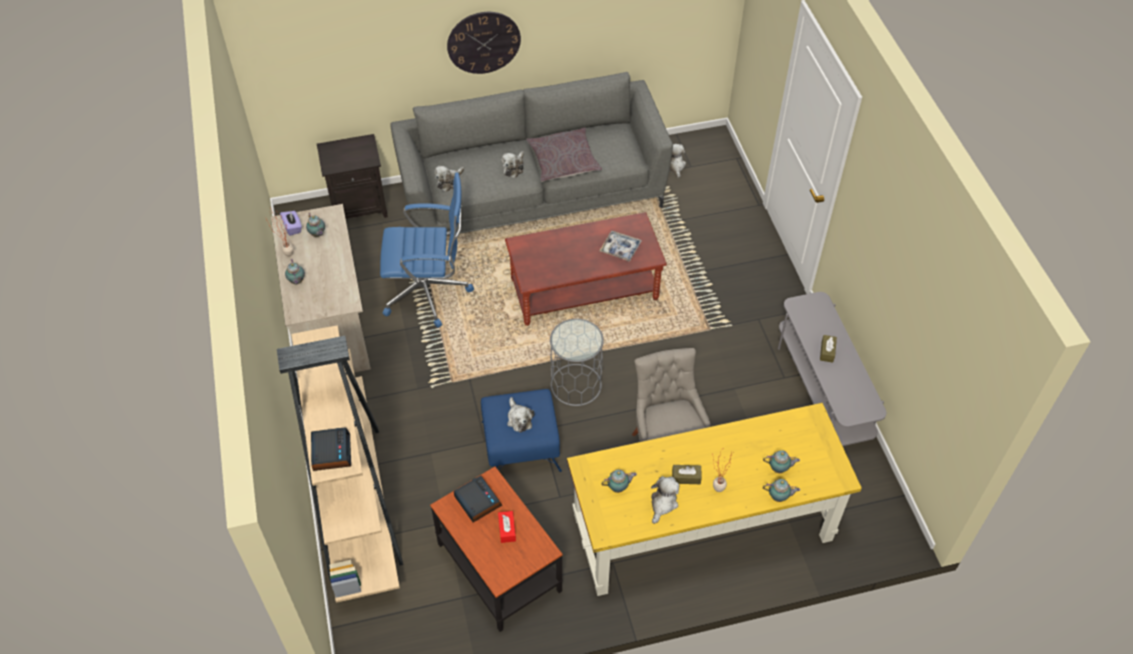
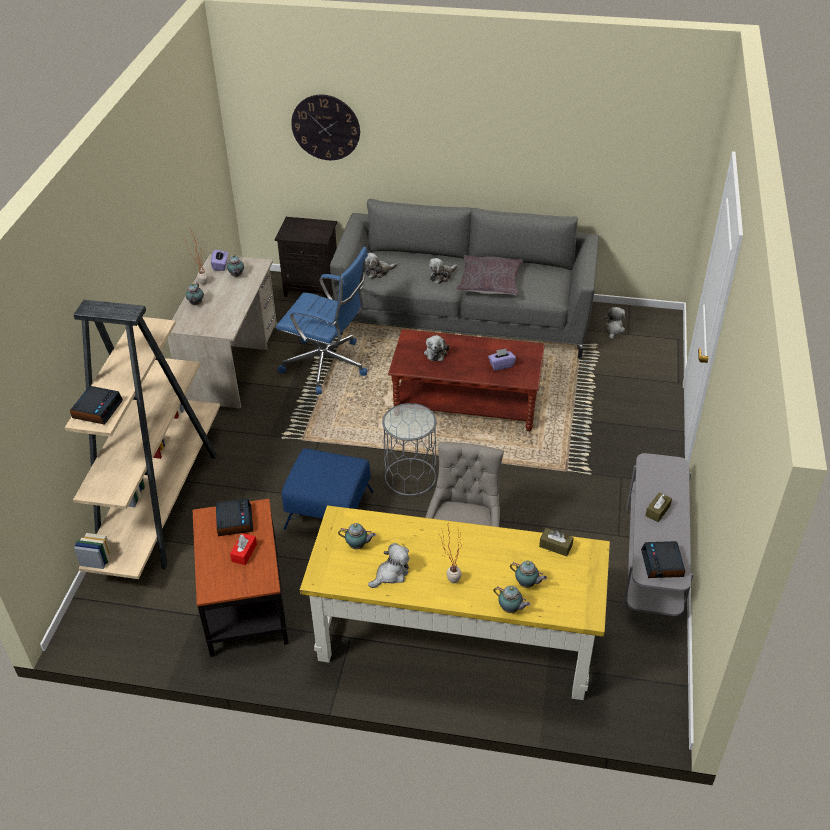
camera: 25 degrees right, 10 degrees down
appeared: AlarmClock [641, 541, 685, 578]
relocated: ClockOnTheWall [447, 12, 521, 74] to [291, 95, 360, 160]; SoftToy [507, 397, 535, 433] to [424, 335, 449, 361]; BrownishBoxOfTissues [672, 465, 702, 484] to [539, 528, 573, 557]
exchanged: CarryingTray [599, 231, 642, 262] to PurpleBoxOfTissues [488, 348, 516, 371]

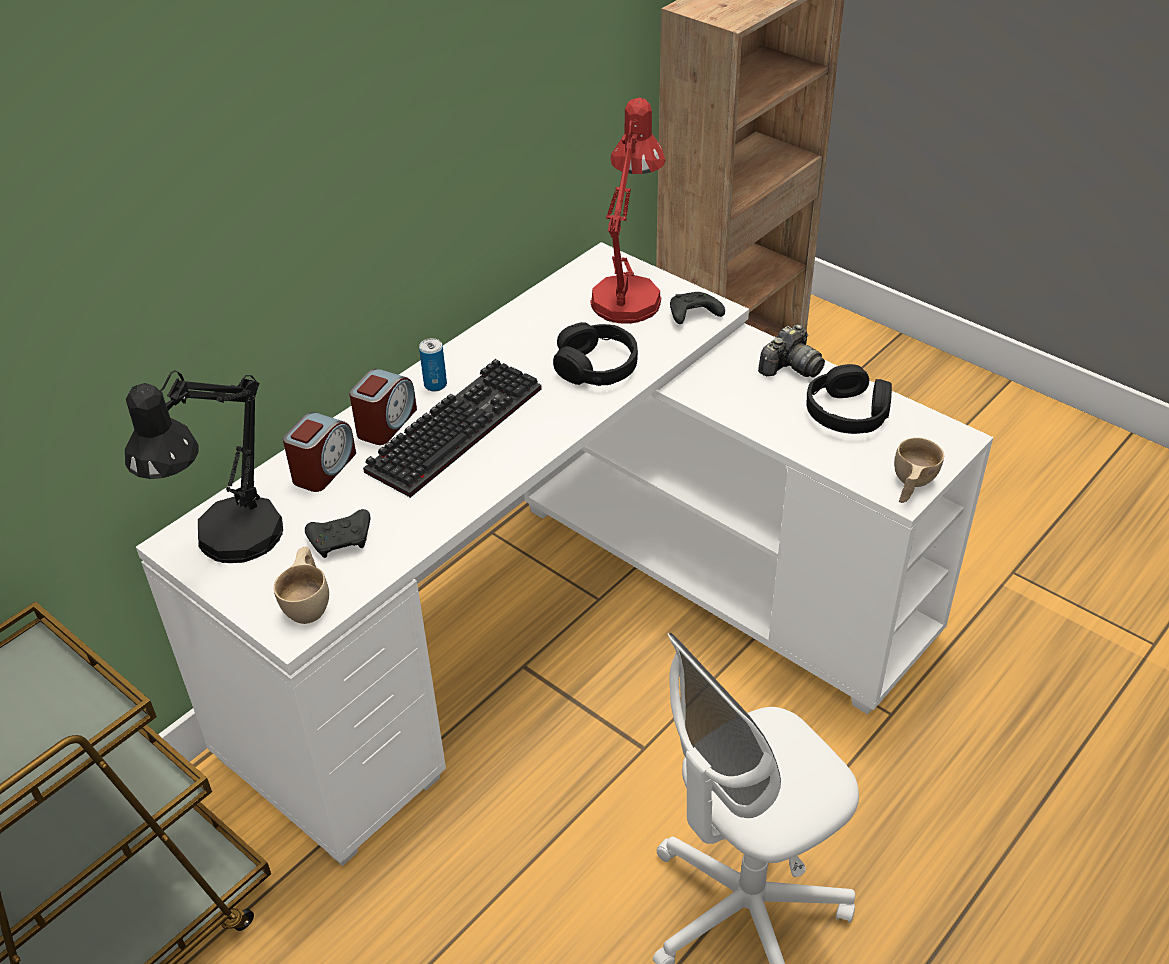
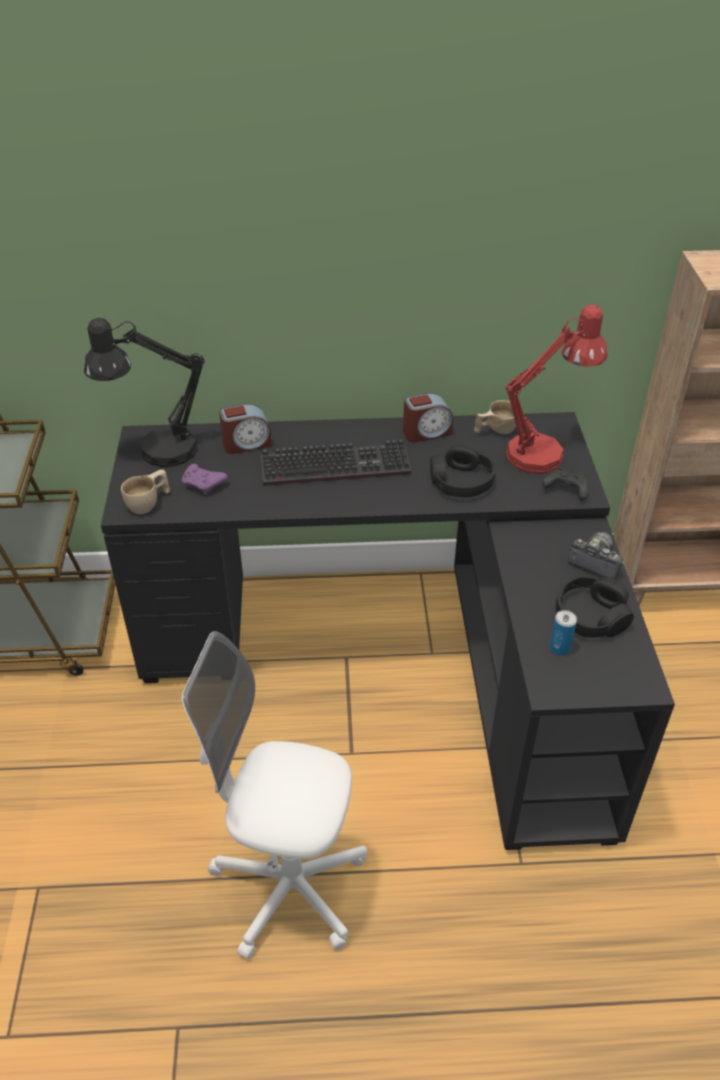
camera: 45 degrees right, 0 degrees up
relocated: AlarmClock [349, 369, 417, 445] to [403, 393, 453, 442]; BeigeCup [894, 437, 944, 503] to [474, 400, 516, 434]; MetalCan [419, 338, 447, 391] to [549, 610, 577, 655]
colour: WhitishDeskUnit [136, 242, 993, 866] to BlackishDeskUnit [101, 412, 675, 850]; BlackishJoypad [305, 509, 370, 558] to PurpleJoypad [182, 464, 228, 494]
spun: StillCamera [758, 324, 825, 378] = [568, 532, 624, 580] 150 degrees counterclockwise

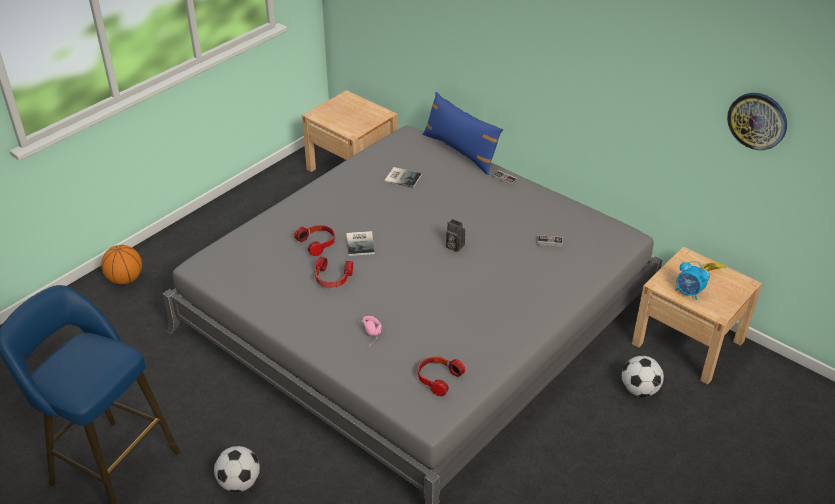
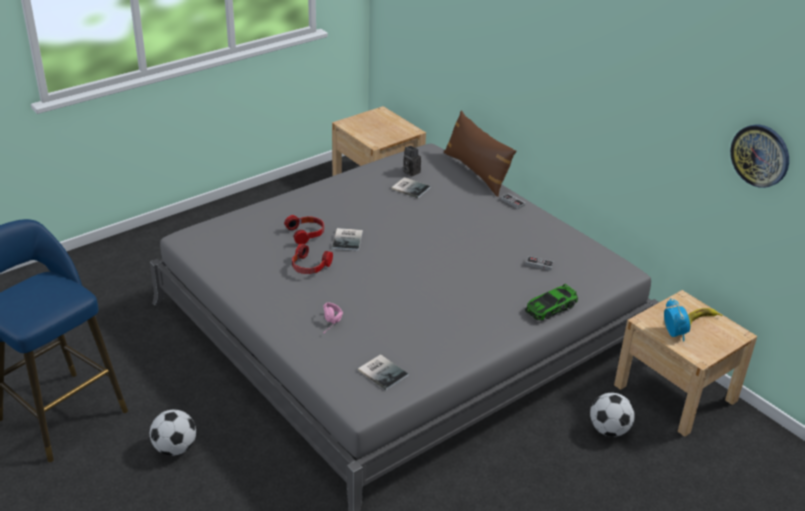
camera: 10 degrees right, 5 degrees down
missing: BasketballBall [101, 245, 142, 284]
appeared: MiniatureCar [525, 284, 578, 321]
relocated: StillCamera [446, 219, 465, 252] to [403, 146, 421, 176]
exchanged: Headset [418, 356, 465, 396] to Book [358, 354, 408, 390]
colour: BluishPillow [423, 92, 503, 175] to BrownishPillow [444, 111, 516, 197]
spun: AlarmClock [675, 261, 710, 300] = [664, 298, 690, 341] 150 degrees counterclockwise

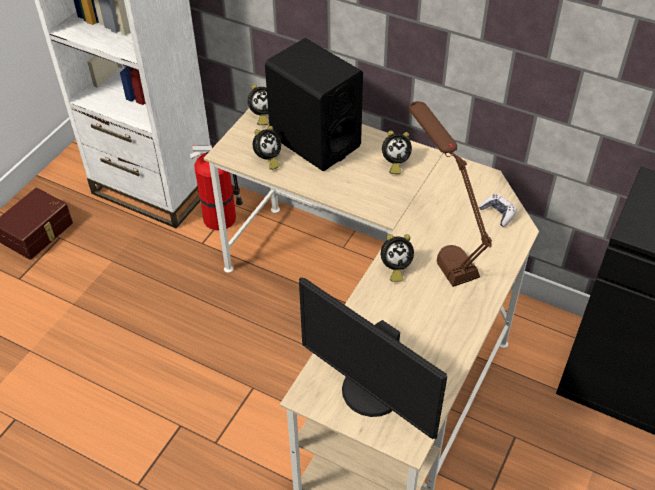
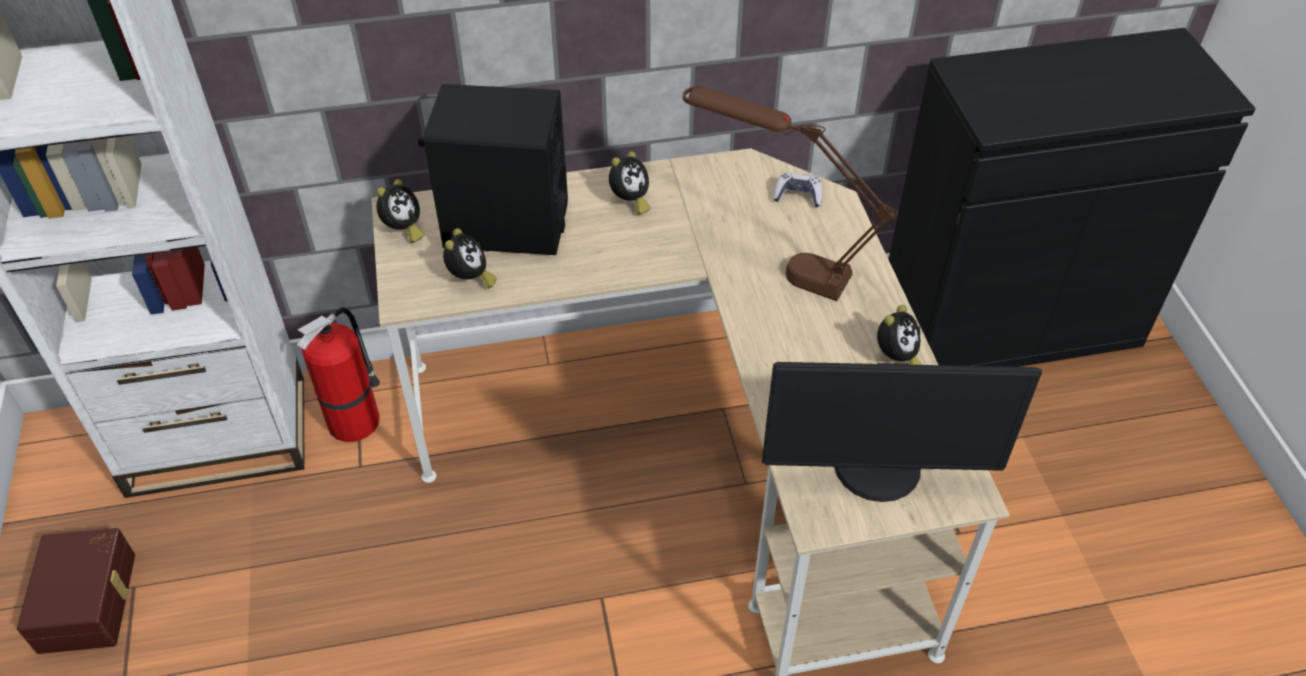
camera: 40 degrees left, 0 degrees up
relocated: AlarmClock [381, 234, 414, 282] to [877, 305, 922, 365]

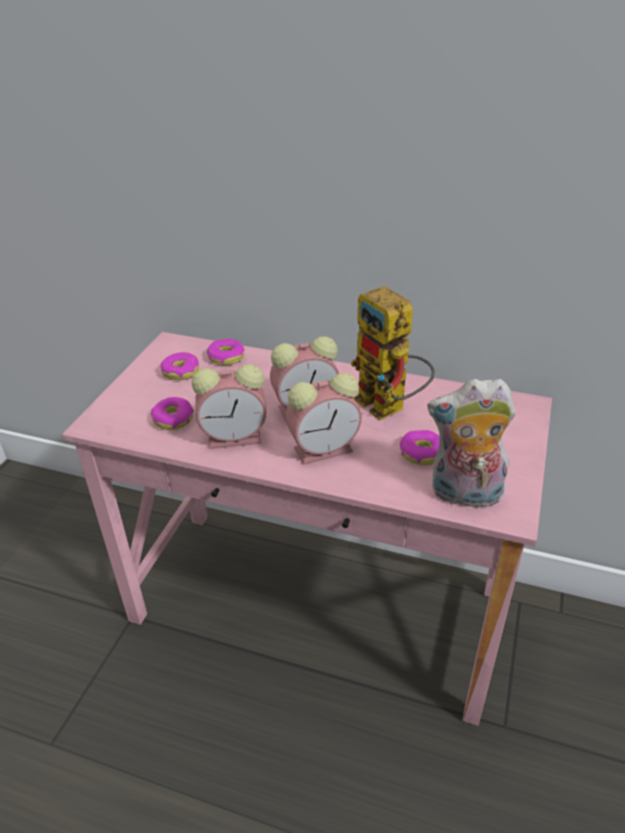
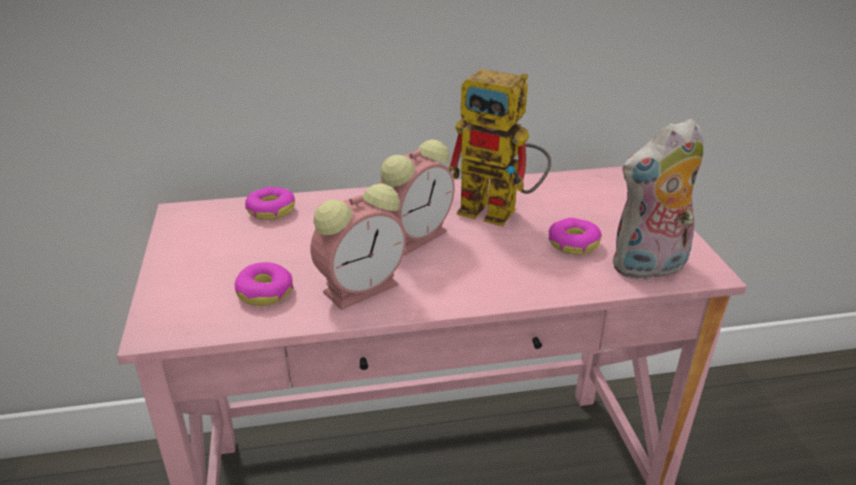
camera: 30 degrees left, 5 degrees down
missing: Doughnut [160, 352, 199, 380]; AlarmClock [285, 373, 362, 465]

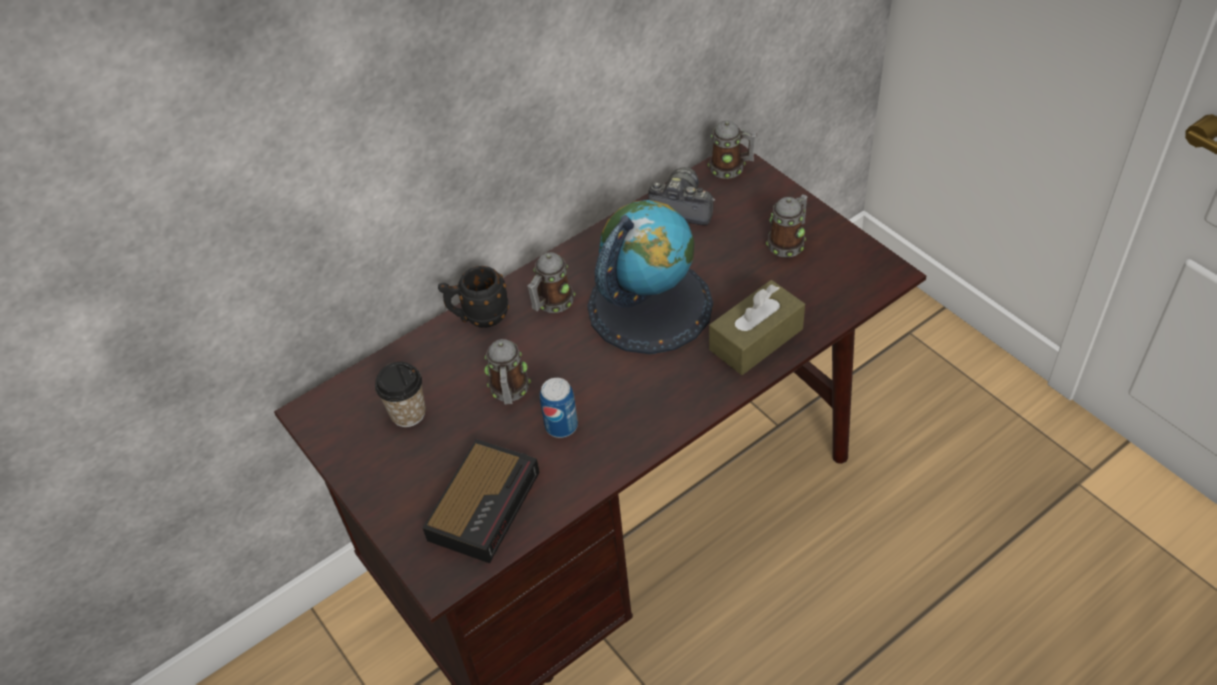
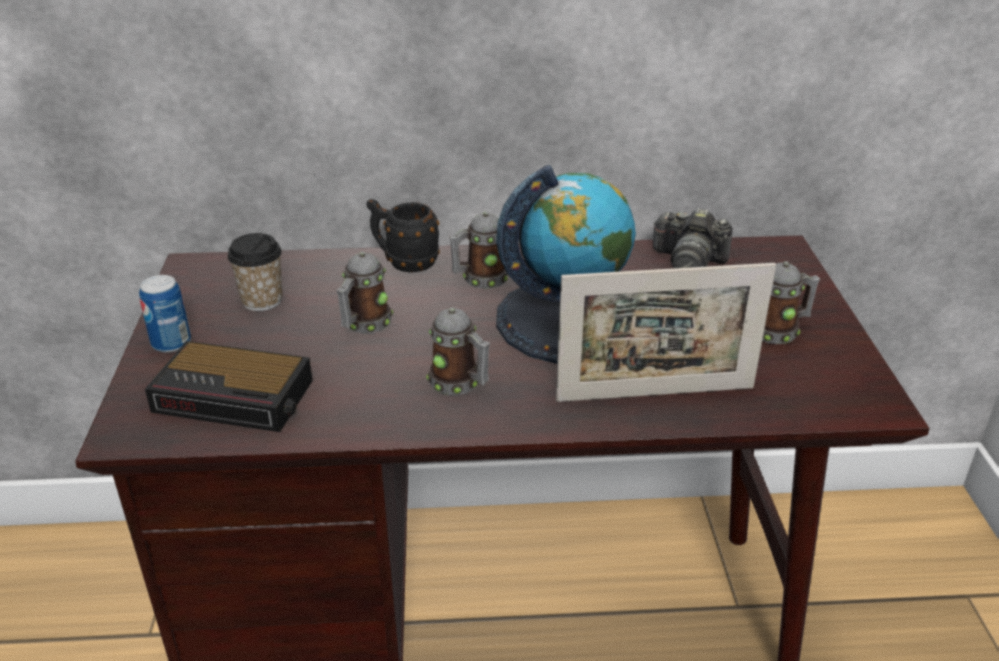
camera: 30 degrees right, 15 degrees down
relocated: MetalCan [540, 378, 578, 438] to [139, 275, 191, 353]; TeaMug [708, 121, 757, 179] to [426, 307, 490, 395]
exchanged: BrownishBoxOfTissues [709, 280, 805, 375] to PhotoFrame [556, 263, 776, 402]
spun: AlarmClock [423, 439, 540, 563] = [145, 341, 313, 432] 45 degrees clockwise; StillCamera [648, 167, 715, 225] = [653, 208, 733, 268] 150 degrees clockwise

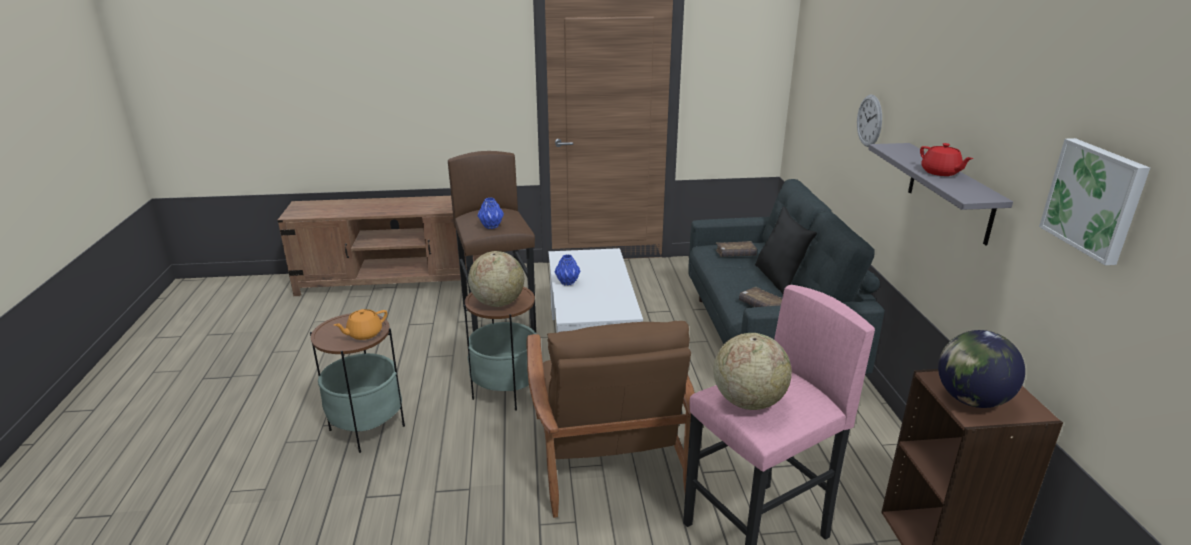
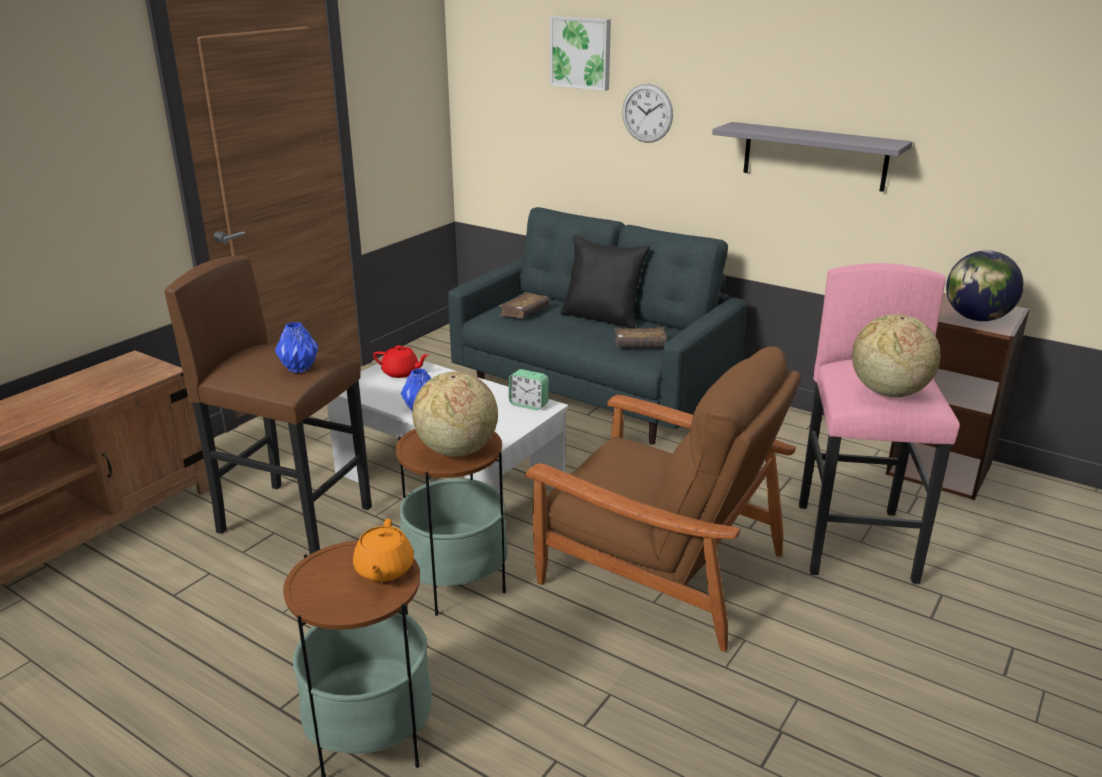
camera: 50 degrees left, 0 degrees up
appeared: AlarmClock [509, 369, 549, 410]
relocated: RedTeapot [920, 143, 973, 176] to [373, 345, 428, 378]; WallPicture [1039, 138, 1150, 265] to [550, 16, 611, 91]

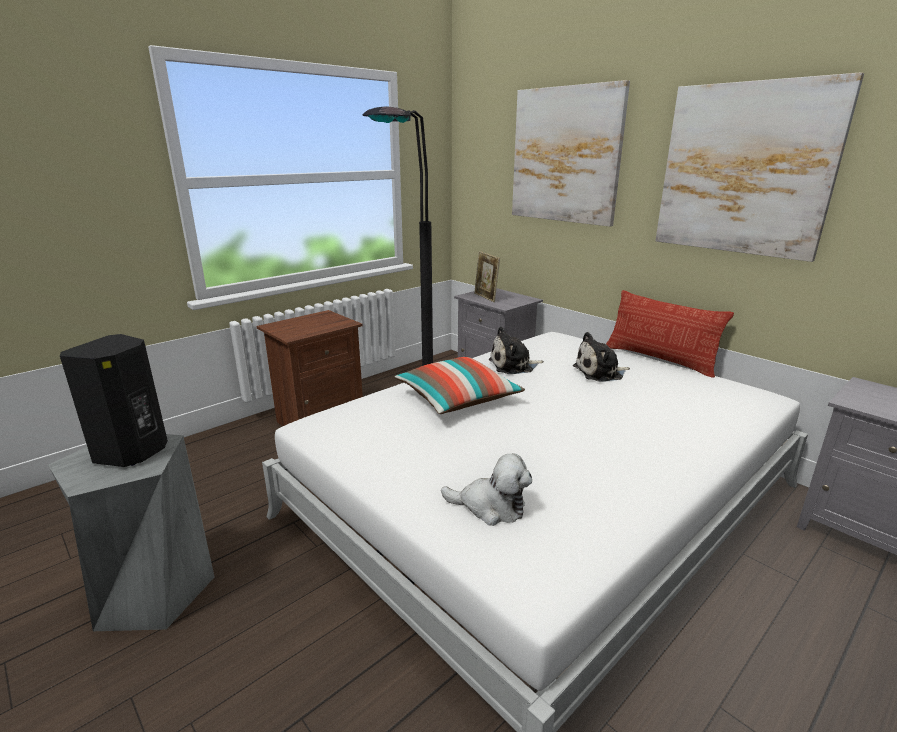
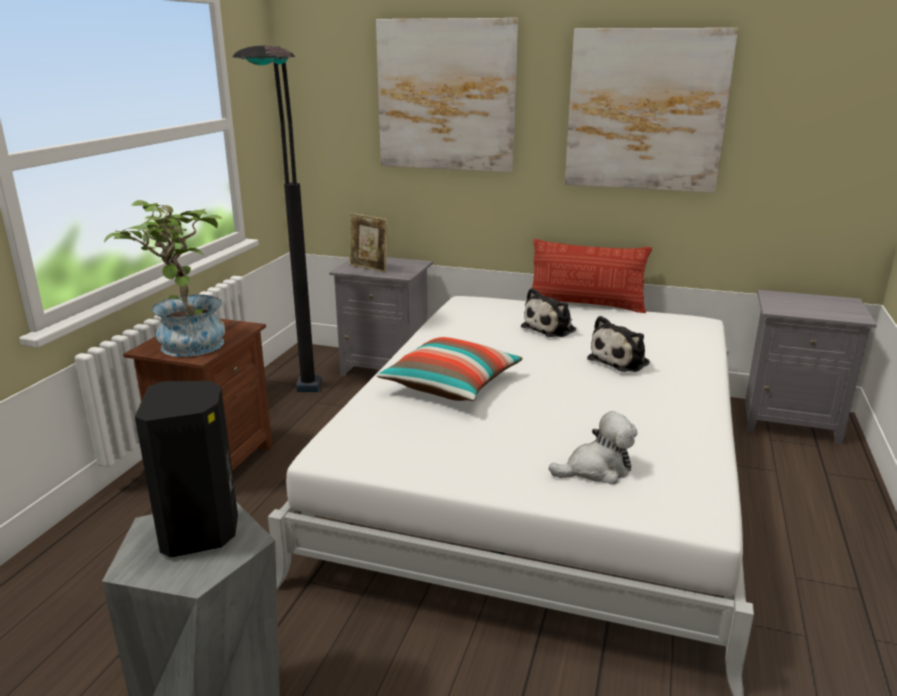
camera: 30 degrees left, 0 degrees up
appeared: Houseplant [104, 200, 225, 357]
relocated: SoftToy [489, 327, 544, 374] to [587, 316, 650, 372]

